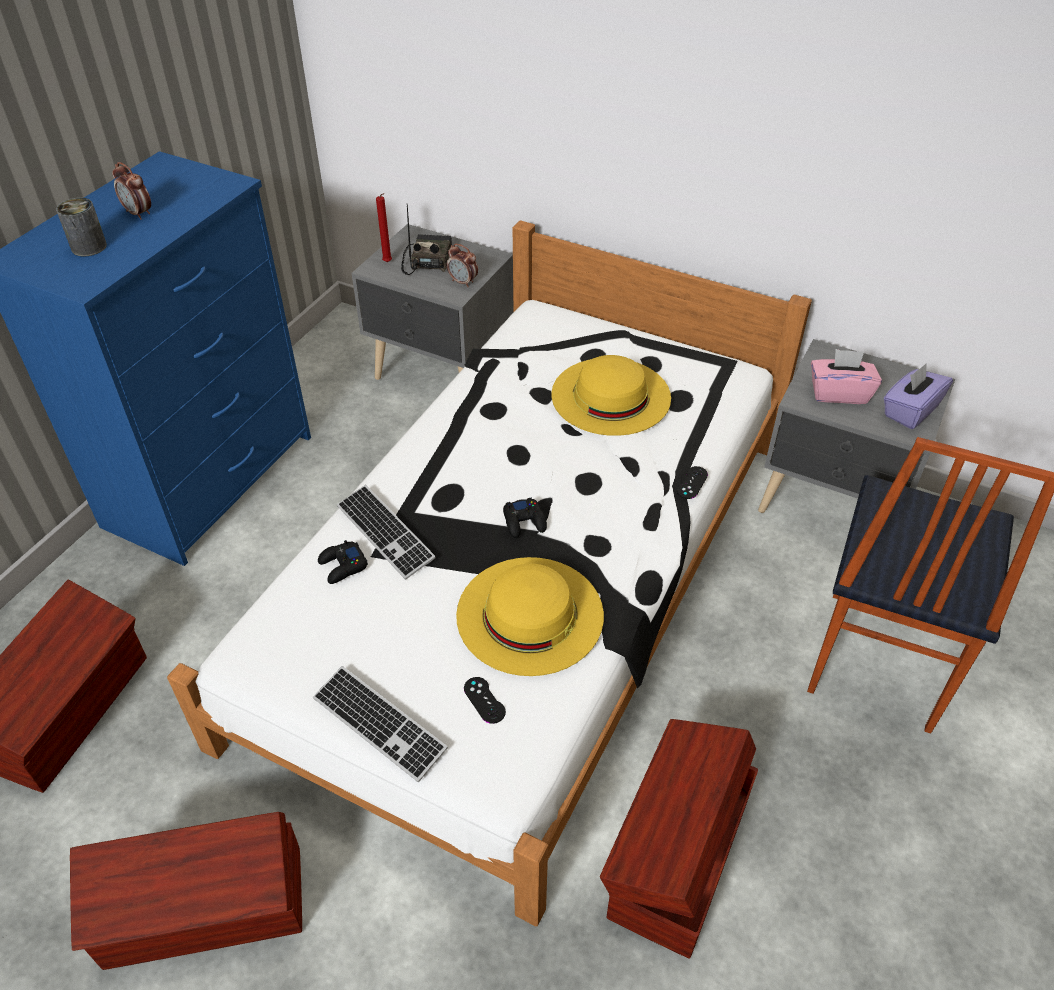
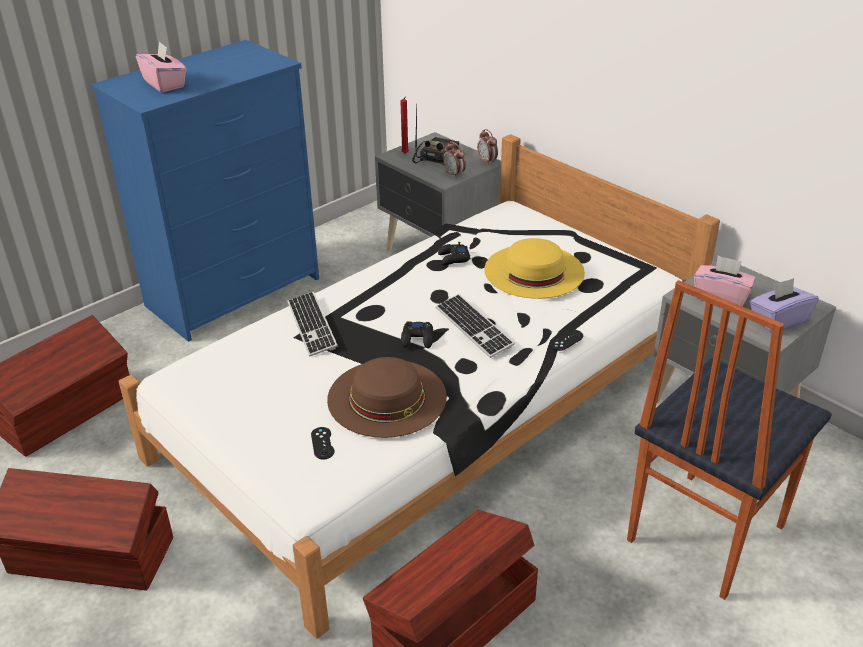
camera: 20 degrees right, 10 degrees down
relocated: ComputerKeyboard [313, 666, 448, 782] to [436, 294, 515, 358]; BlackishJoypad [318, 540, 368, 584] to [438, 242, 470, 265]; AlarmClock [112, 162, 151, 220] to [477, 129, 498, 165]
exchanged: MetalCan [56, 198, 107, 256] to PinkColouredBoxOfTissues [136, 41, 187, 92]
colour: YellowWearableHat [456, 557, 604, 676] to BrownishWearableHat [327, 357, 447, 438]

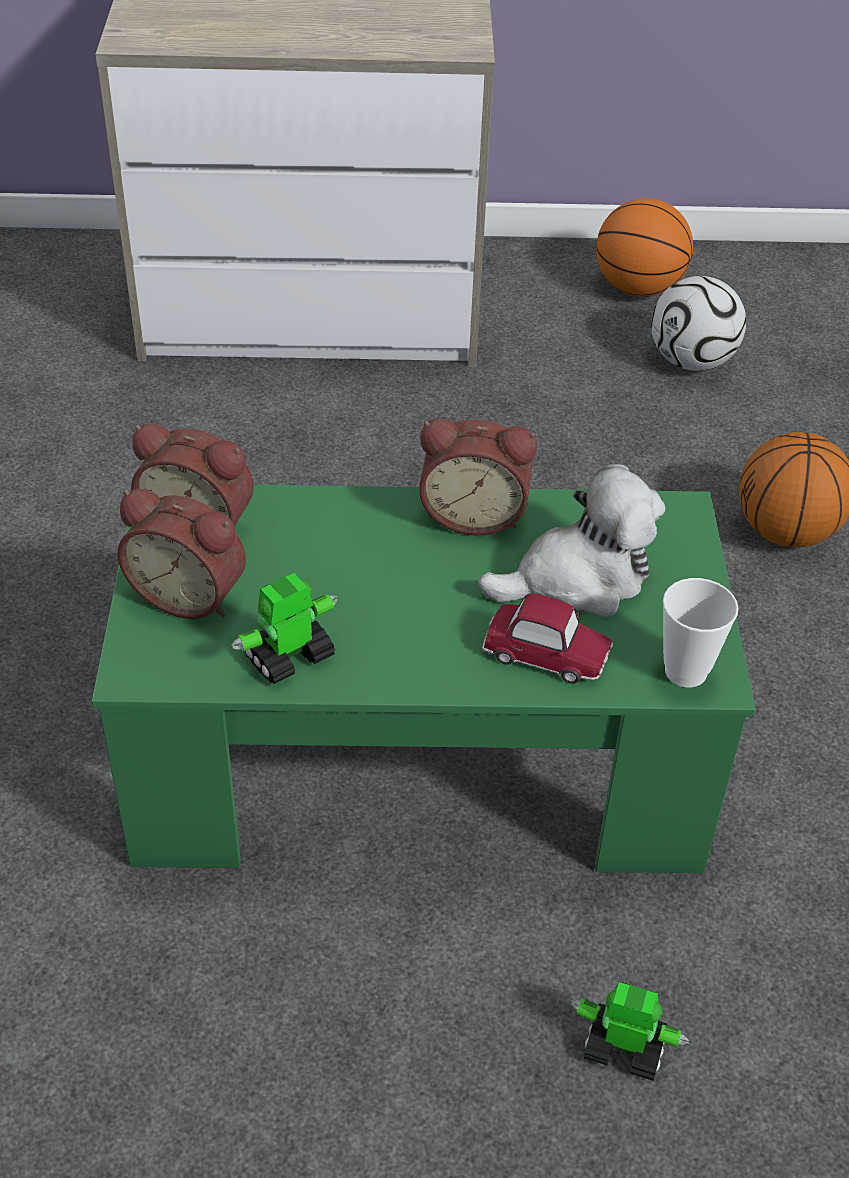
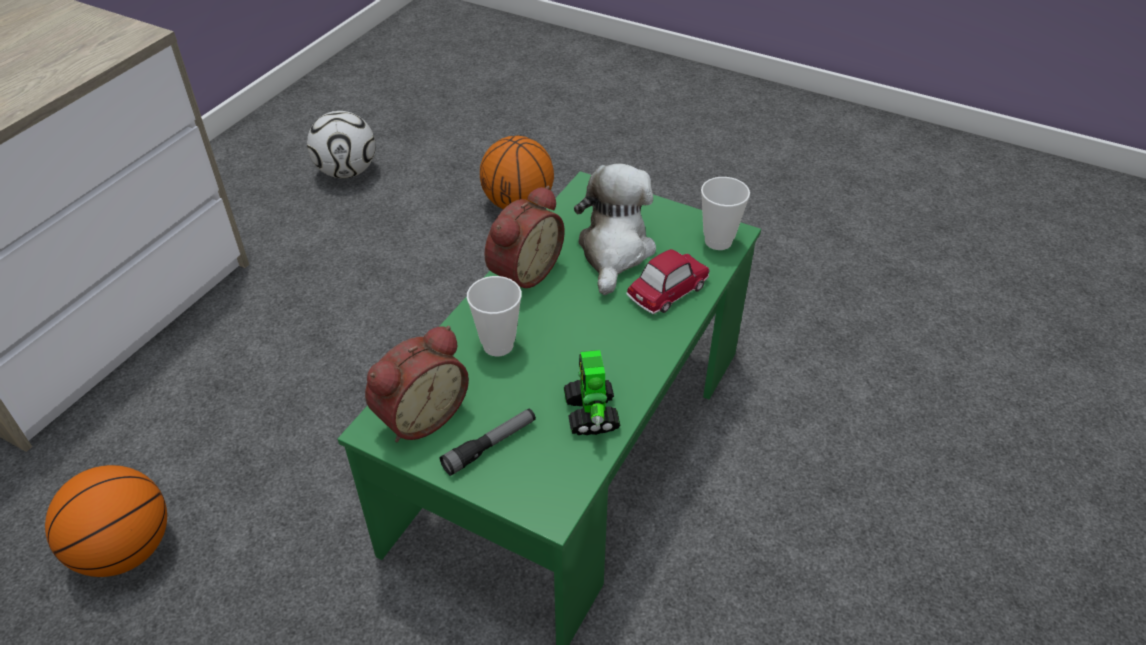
camera: 60 degrees left, 0 degrees up
missing: ModelRobot [571, 981, 689, 1081]
appeared: Cup [467, 276, 522, 357]
relocated: BasketballBall [596, 198, 693, 297] to [45, 465, 167, 577]
exchanged: AlarmClock [117, 489, 246, 619] to Torch [440, 409, 536, 476]

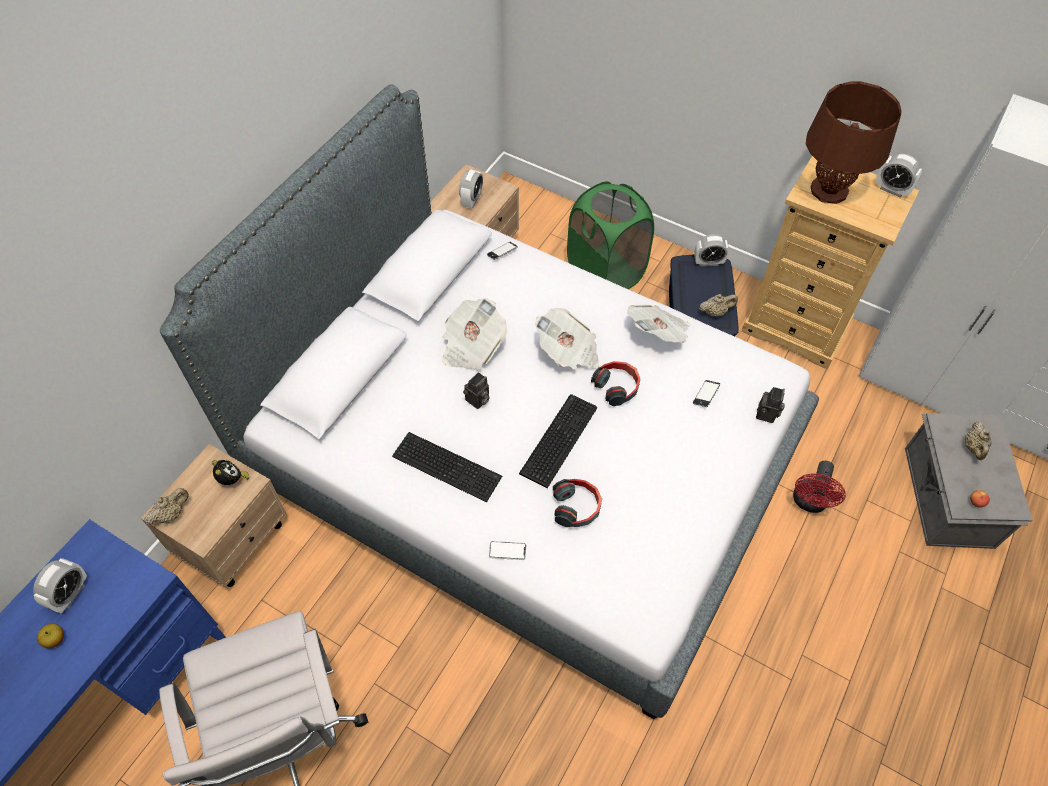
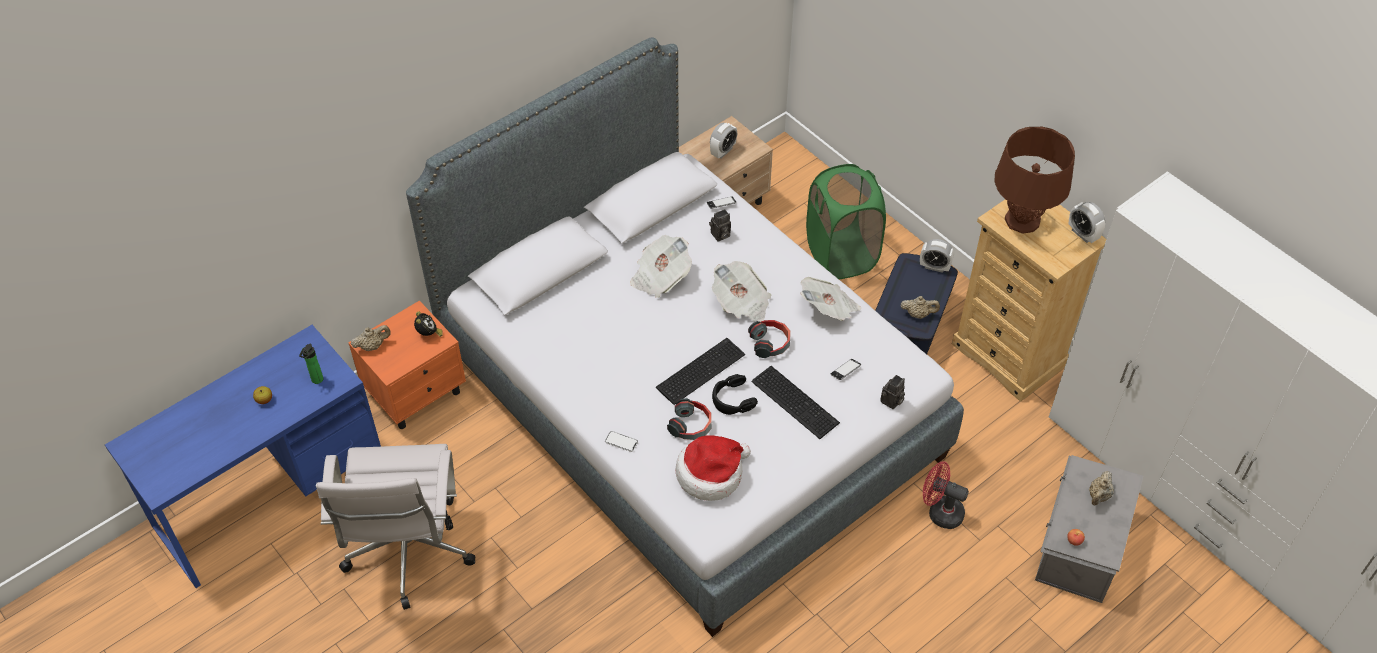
camera: 20 degrees right, 5 degrees down
missing: AlarmClock [33, 559, 87, 613]
appeared: Bottle [299, 343, 323, 384]; WearableHat [676, 435, 751, 501]; BlackishHeadset [712, 374, 758, 415]
relocated: StillCamera [463, 372, 490, 409] to [709, 209, 731, 241]; ComputerKeyboard [392, 432, 502, 502] to [751, 366, 840, 439]
colour: BeigeBedsideTable [141, 444, 286, 587] to OrangeColouredBedsideTable [348, 300, 466, 429]
spun: RedElectricFan [793, 461, 846, 513] = [923, 461, 969, 529] 75 degrees clockwise

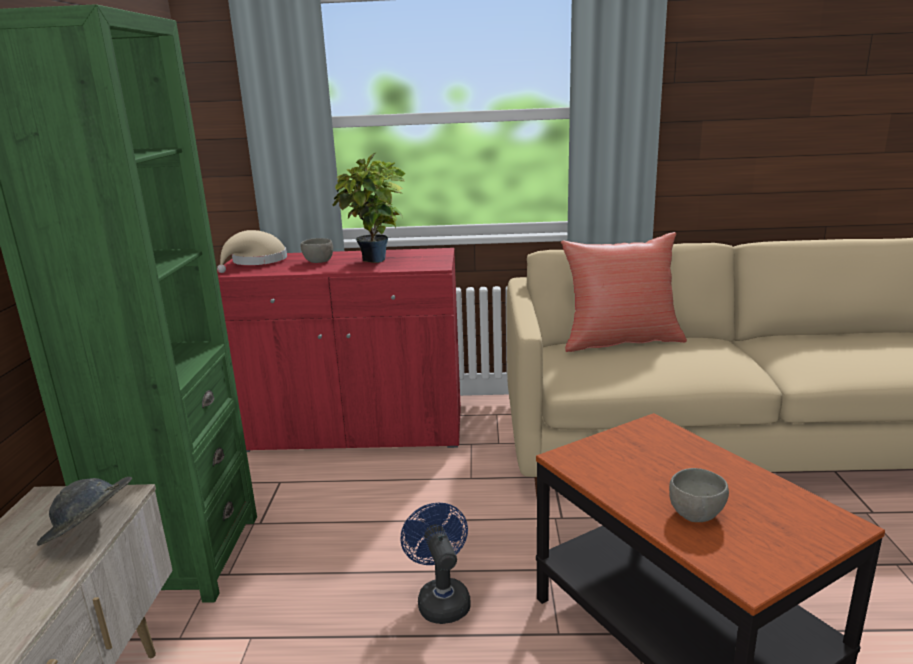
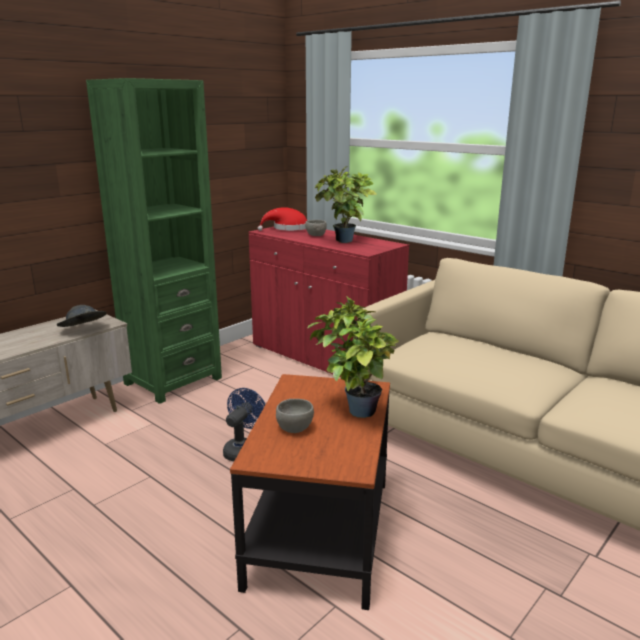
camera: 40 degrees right, 0 degrees up
missing: RedPillow [561, 232, 687, 352]
appeared: Houseplant [307, 296, 399, 418]
colour: BeigeWearableHat [217, 230, 287, 273] to RedWearableHat [258, 207, 307, 231]

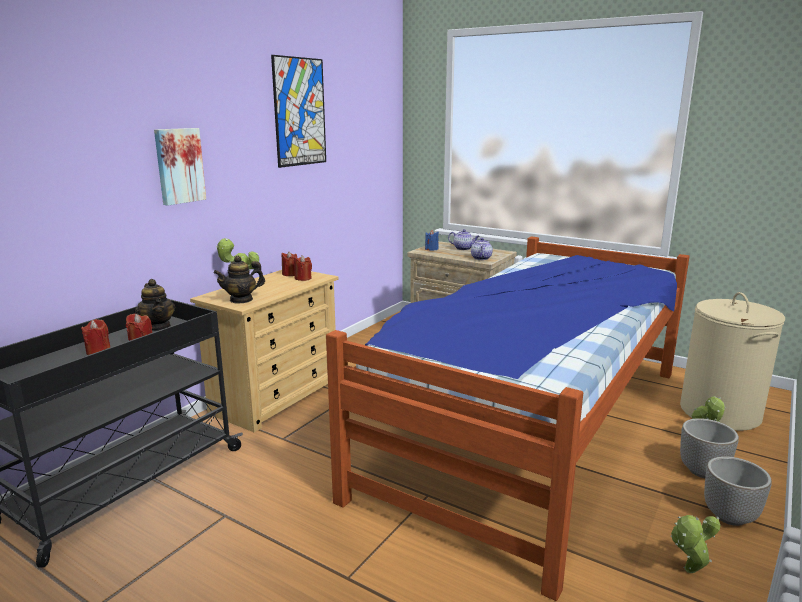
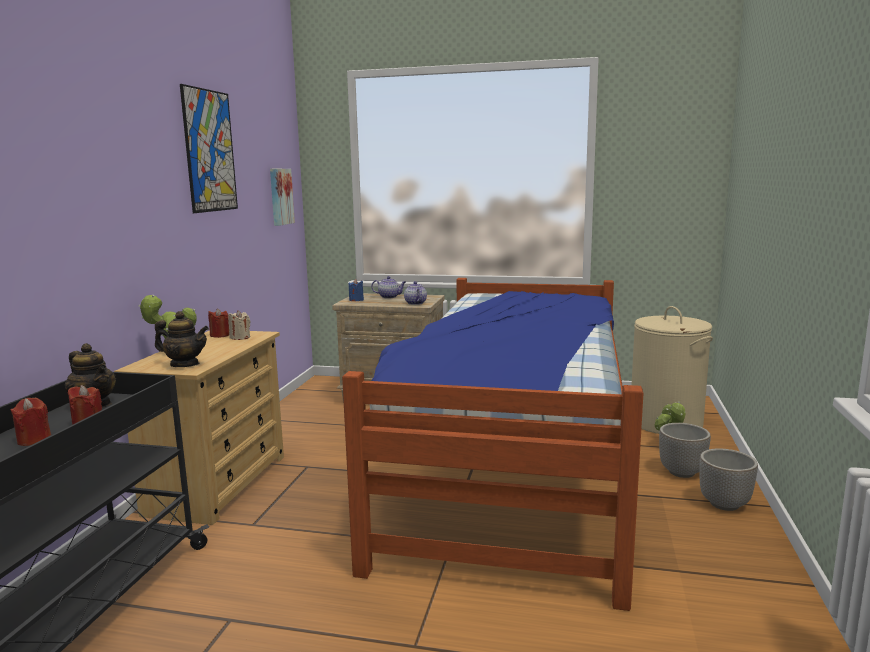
camera: 20 degrees left, 5 degrees down
missing: Houseplant [671, 515, 721, 573]
relocated: WallPicture [154, 128, 206, 206] to [270, 169, 295, 226]
colour: RedWaxLight [294, 255, 312, 281] to BeigeWaxLight [228, 310, 251, 340]
spun: Teapot [214, 256, 265, 304] = [155, 311, 209, 367] 120 degrees counterclockwise

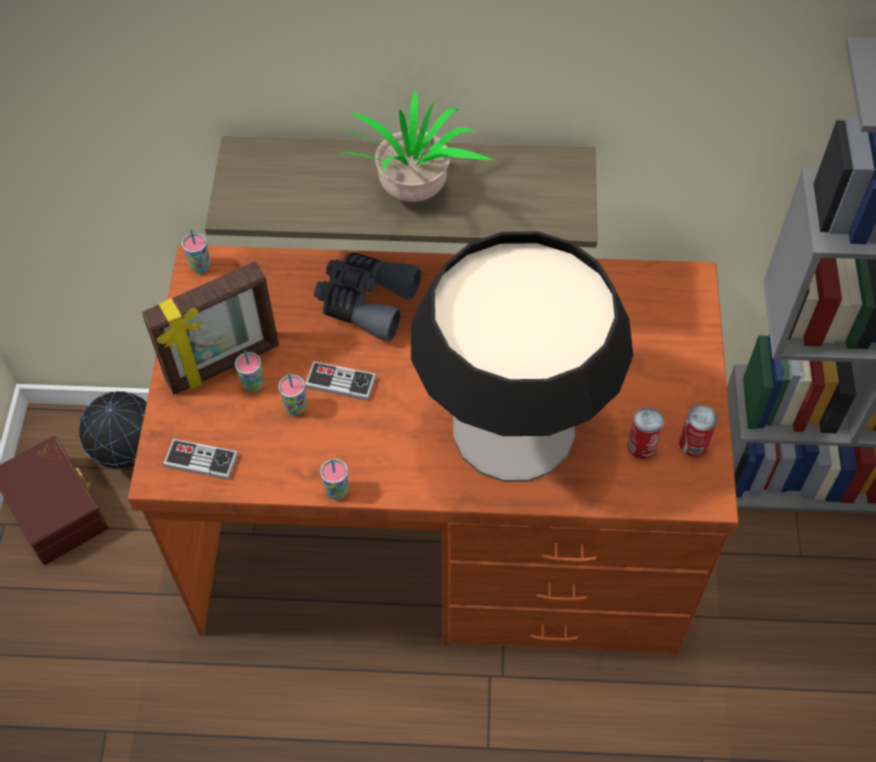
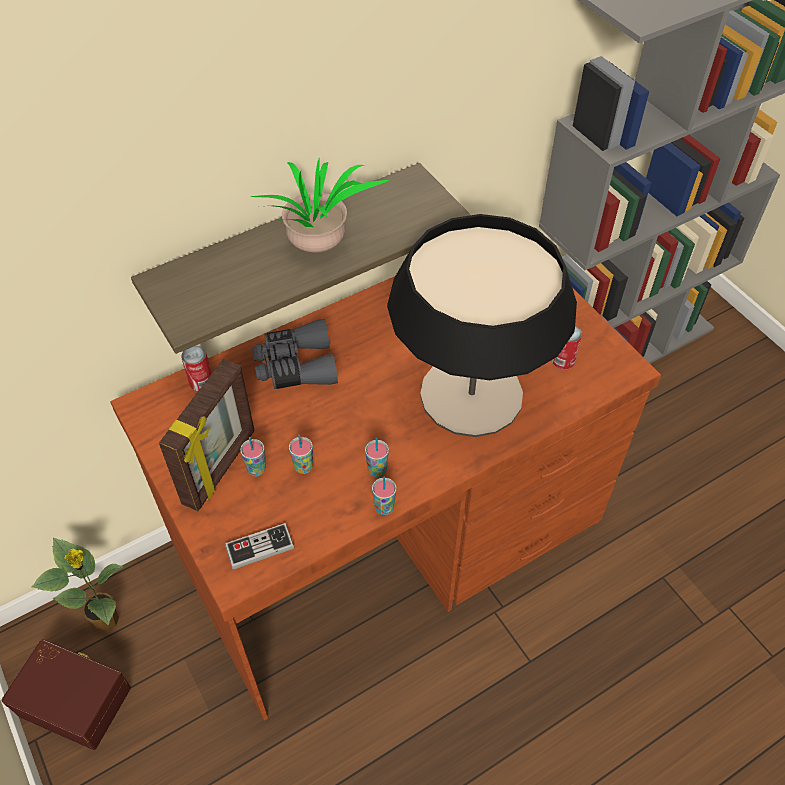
camera: 35 degrees left, 5 degrees down
missing: Joypad [305, 361, 376, 401]
relocated: MetalCan [679, 405, 718, 457] to [181, 346, 212, 391]; Cup [182, 229, 210, 273] to [365, 438, 389, 477]
exchanged: DeskGlobe [79, 391, 147, 469] to Houseplant [31, 538, 125, 632]

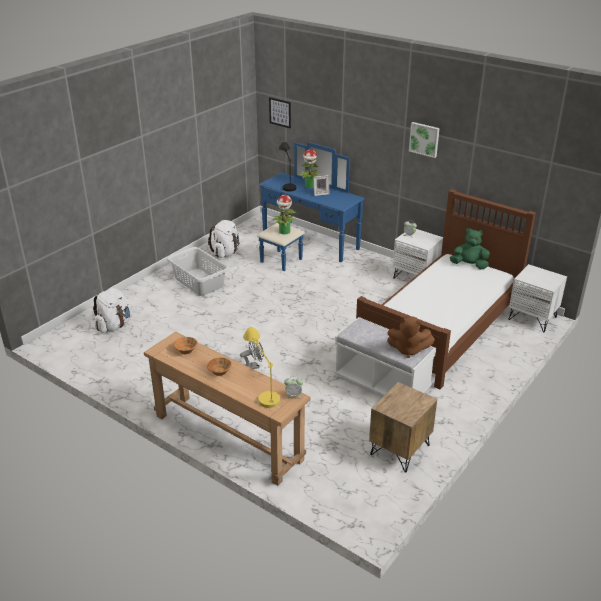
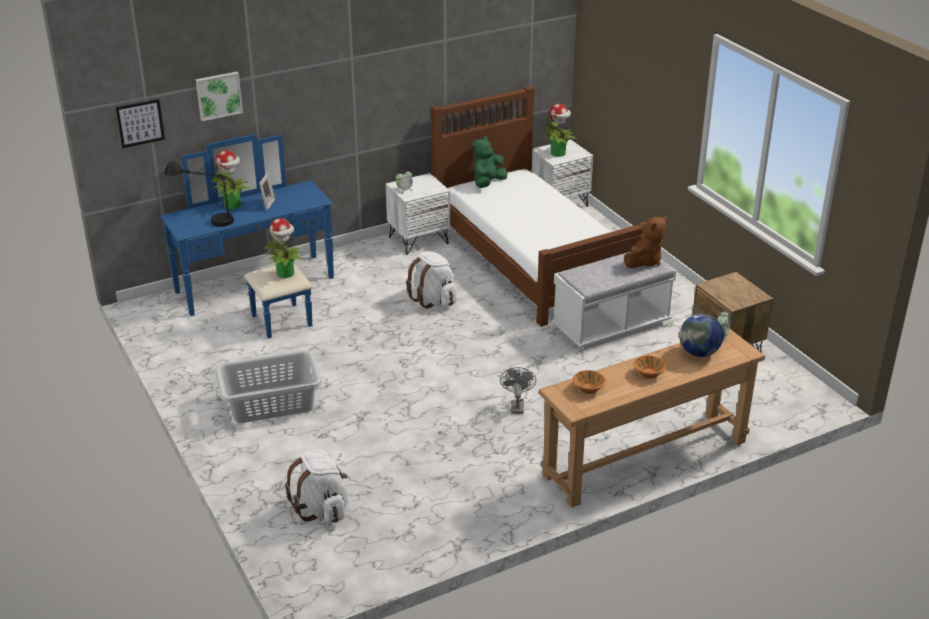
camera: 65 degrees left, 0 degrees up
appeared: Houseplant [543, 104, 576, 157]
relocated: WallPicture [409, 122, 440, 158] to [196, 72, 243, 121]; WhitishBackpack [208, 220, 239, 258] to [406, 251, 457, 308]
exchanged: YellowTableLamp [243, 327, 280, 408] to DeskGlobe [679, 314, 723, 357]

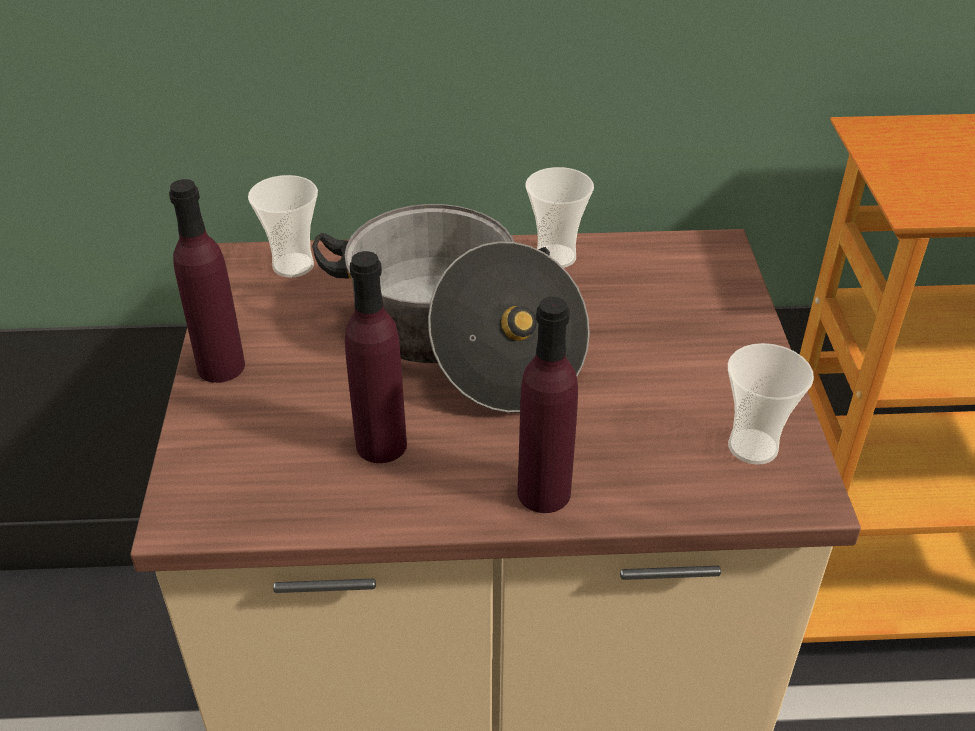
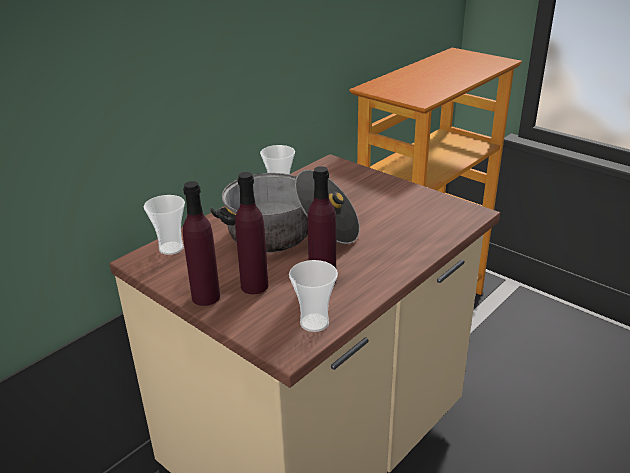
camera: 45 degrees left, 10 degrees down
relocated: PurpleBottle [517, 296, 578, 513] to [235, 172, 268, 294]; Cup [728, 343, 814, 465] to [289, 260, 338, 332]

